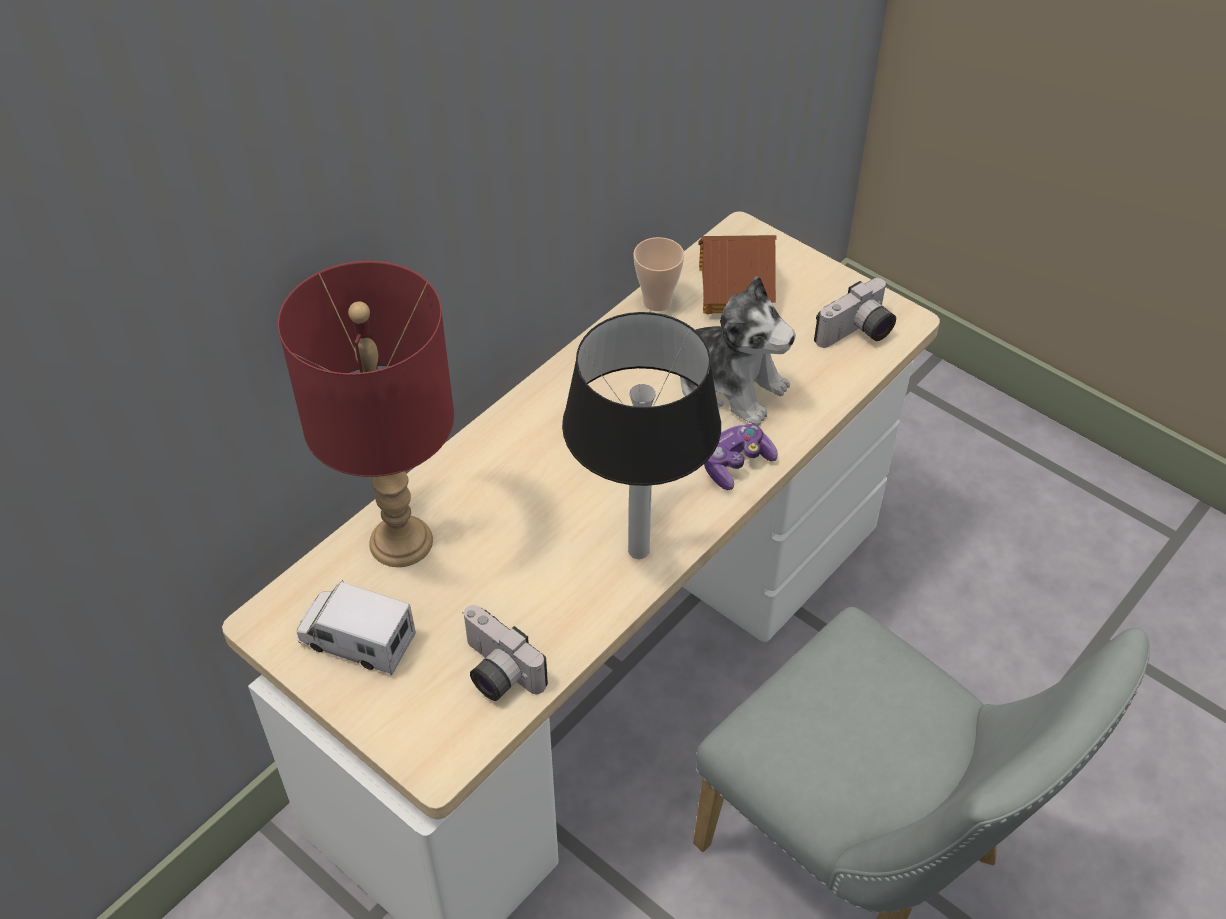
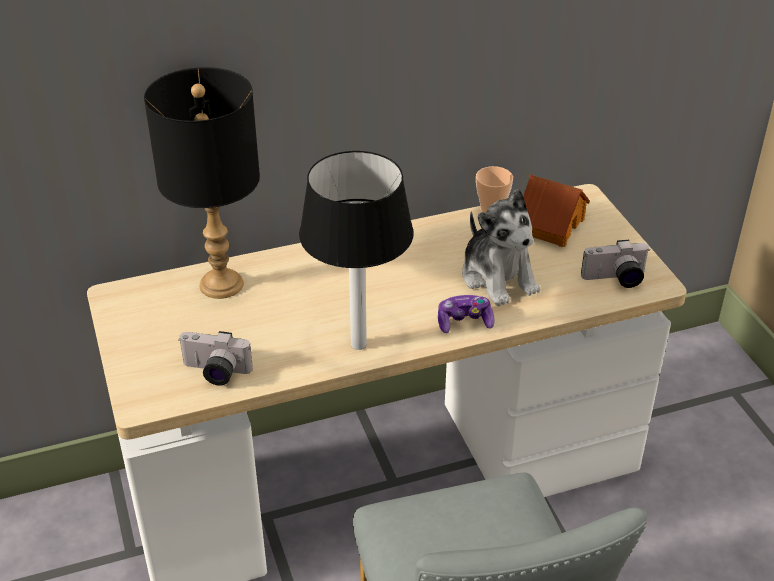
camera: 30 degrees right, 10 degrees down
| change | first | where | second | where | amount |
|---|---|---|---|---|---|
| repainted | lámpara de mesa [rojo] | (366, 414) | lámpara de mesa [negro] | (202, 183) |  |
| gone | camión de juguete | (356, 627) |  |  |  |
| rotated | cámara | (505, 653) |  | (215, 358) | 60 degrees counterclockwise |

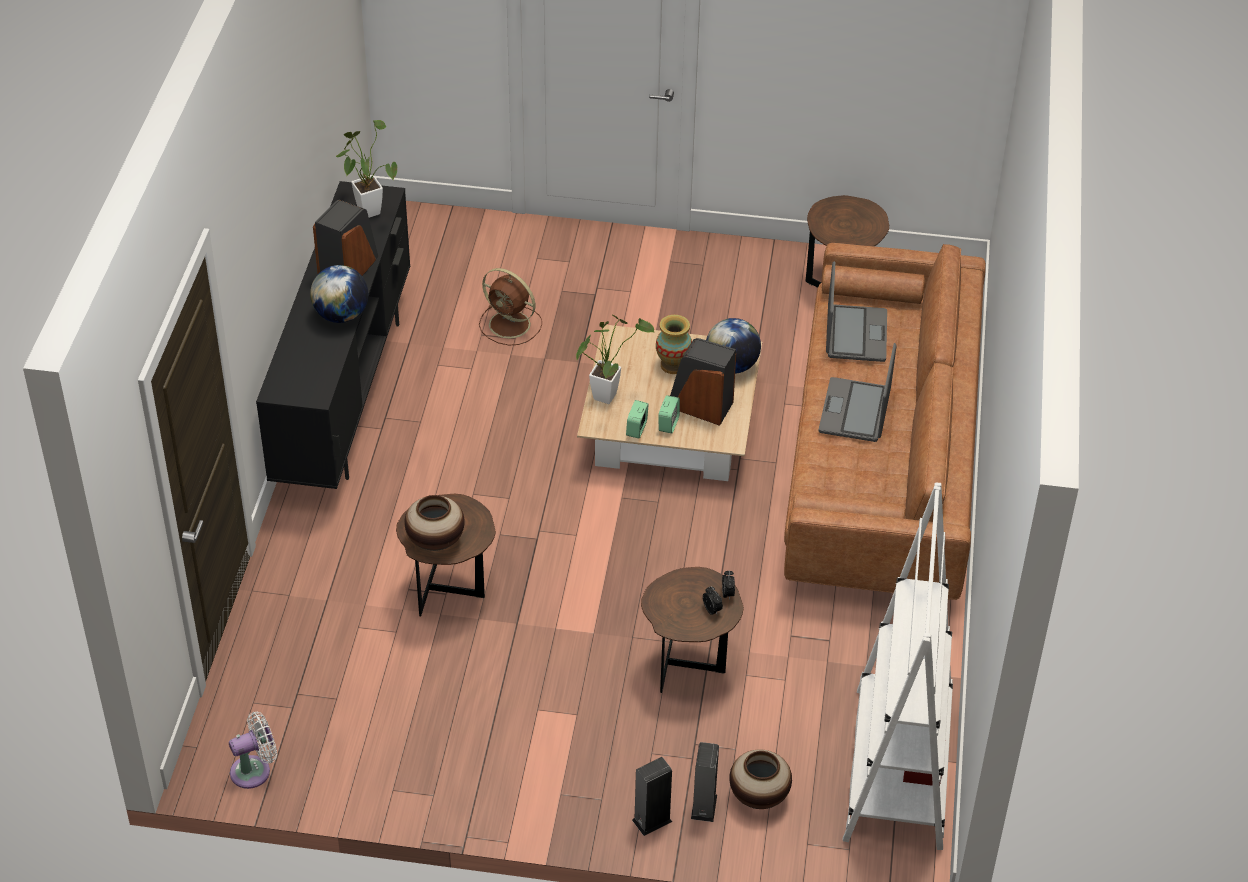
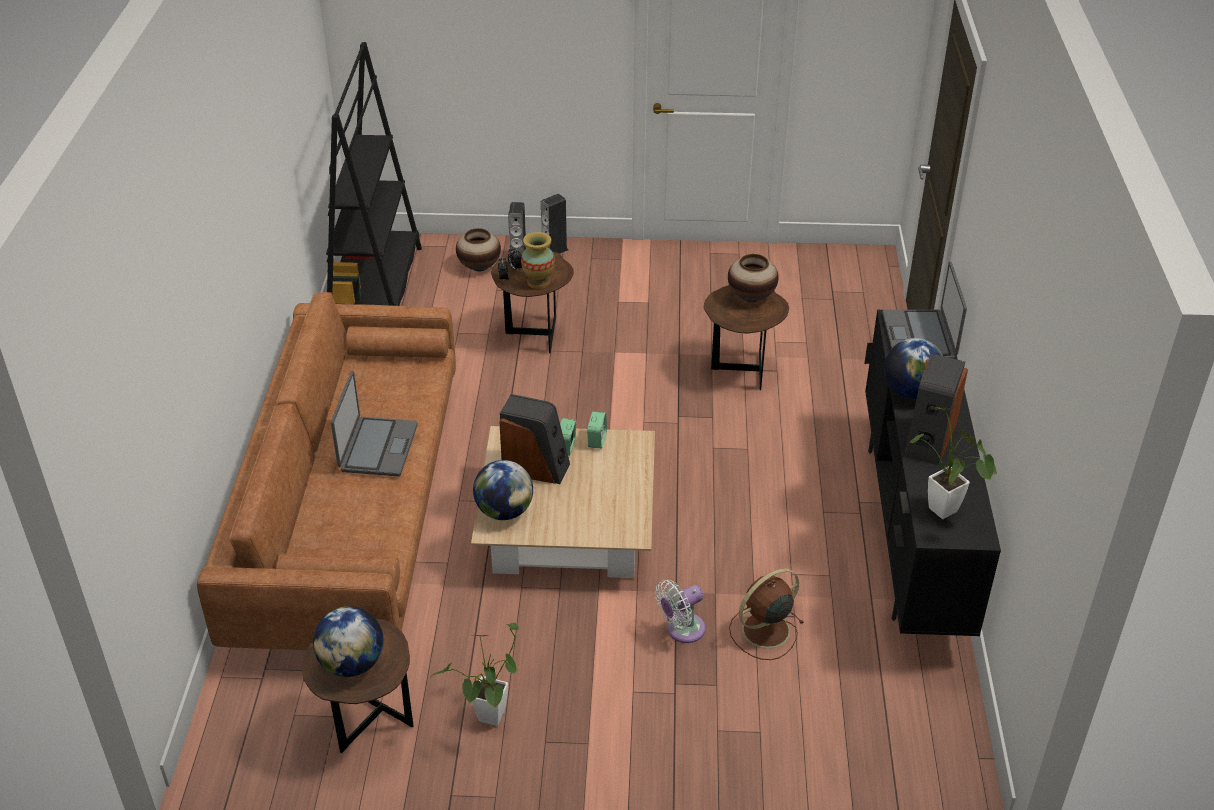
camera: 175 degrees right, 5 degrees down
| change | first | where | second | where | amount |
|---|---|---|---|---|---|
| shifted | portátil | (856, 311) |  | (924, 310) |  |
| rotated | ventilador [marrón] | (510, 307) |  | (766, 614) | 60 degrees counterclockwise |
| shifted | planta en maceta | (615, 359) |  | (474, 674) |  |
| shifted | florero | (674, 344) |  | (538, 260) |  |
| repainted | estantería [blanco] | (897, 666) | estantería [negro] | (374, 174) |  |
| shifted | ventilador [blanco] | (253, 750) |  | (680, 611) |  |
| new |  |  | globo terráqueo | (348, 641) |  |

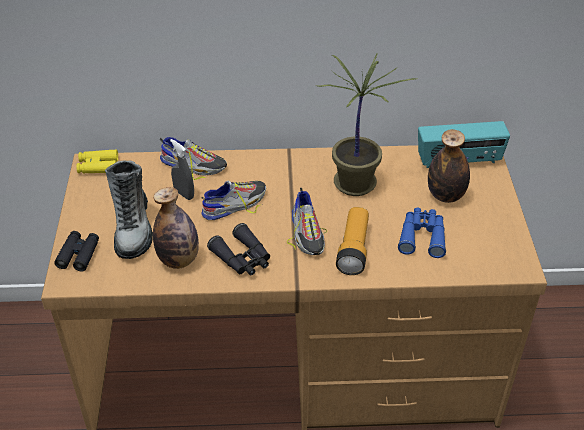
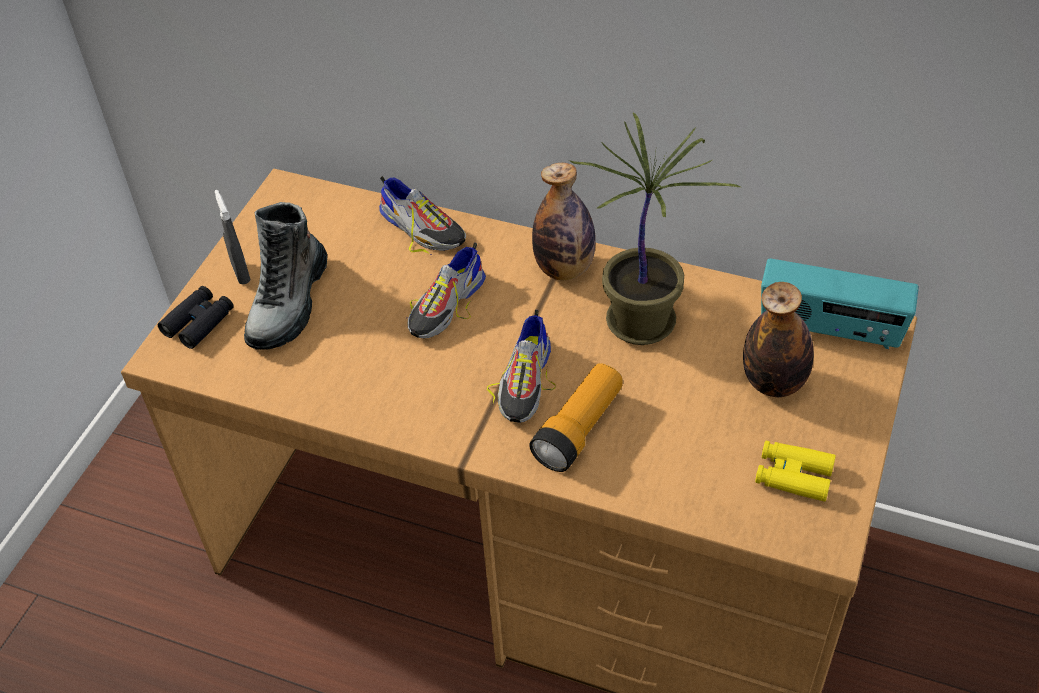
camera: 25 degrees right, 5 degrees up
| change | first | where | second | where | amount |
|---|---|---|---|---|---|
| shifted | pulverizador [gris] | (182, 169) |  | (233, 237) |  |
| shifted | prismáticos [amarillo] | (97, 161) |  | (795, 471) |  |
| rotated | zapato | (233, 200) |  | (447, 290) | 135 degrees clockwise |
| shifted | botella | (176, 228) |  | (564, 222) |  |
| gone | prismáticos [azul] | (422, 233) |  |  |  |
| gone | prismáticos [negro] | (238, 249) |  |  |  |

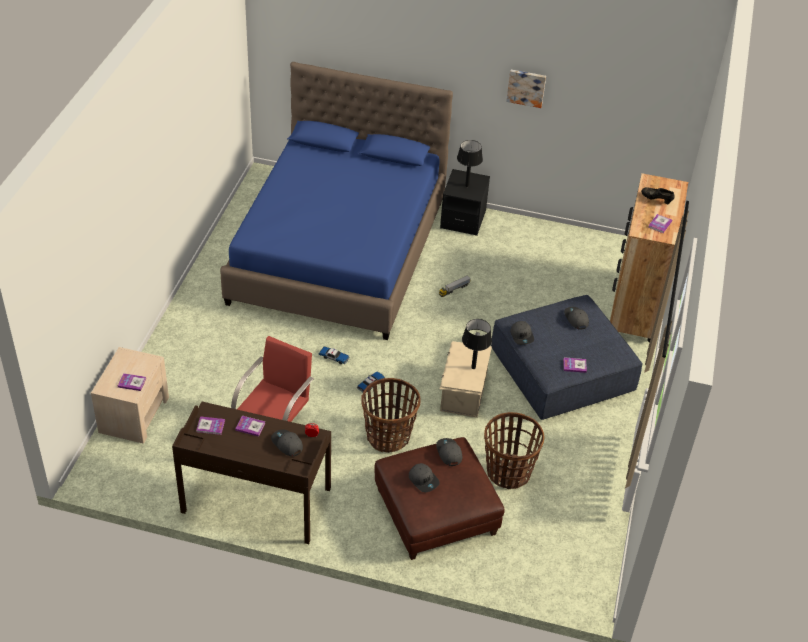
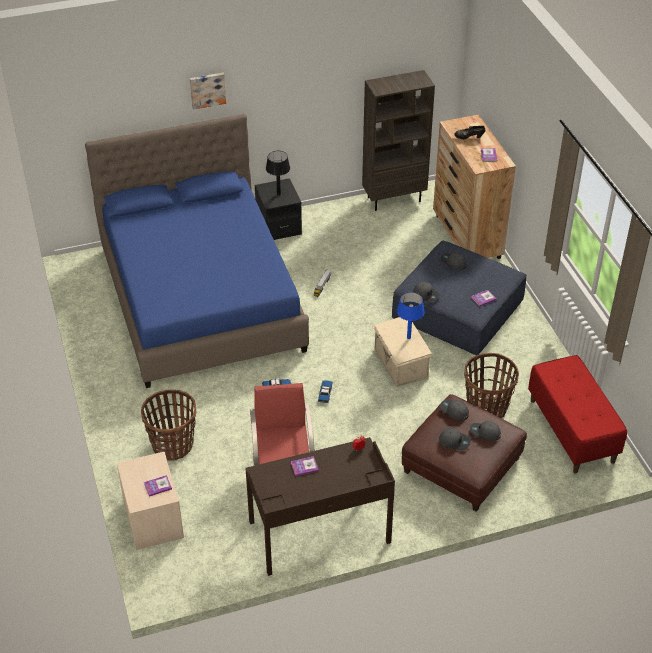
camera: 30 degrees left, 0 degrees up
| change | first | where | second | where | amount |
|---|---|---|---|---|---|
| shifted | cuadro | (526, 89) |  | (208, 91) |  |
| repainted | lámpara de mesa [negro] | (477, 344) | lámpara de mesa [azul] | (411, 315) |  |
| shifted | cesta | (391, 415) |  | (168, 425) |  |
| gone | libro | (210, 425) |  |  |  |
| shifted | gorra [gris] | (287, 442) |  | (485, 431) |  |
| new |  |  | estantería [marrón] | (398, 140) |  |
| new |  |  | banco [rojo] | (577, 414) |  |

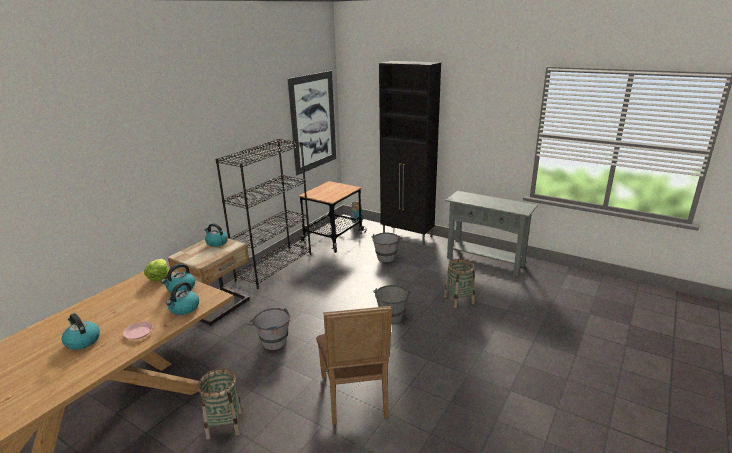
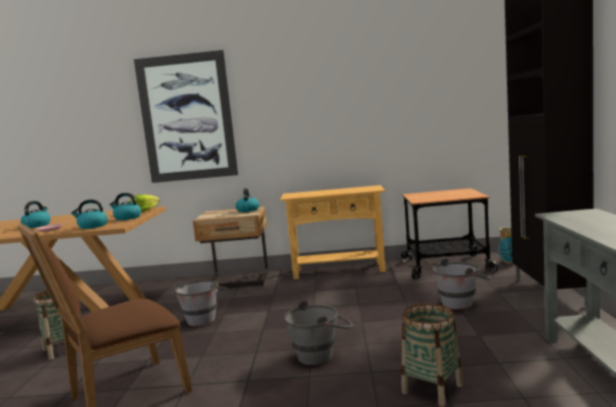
camera: 60 degrees right, 15 degrees down
| change | first | where | second | where | amount |
|---|---|---|---|---|---|
| shifted | cuadro | (312, 123) |  | (186, 116) |  |
| swapped | estantería [negro] | (263, 214) | mesa consola [beis] | (333, 232) |  |

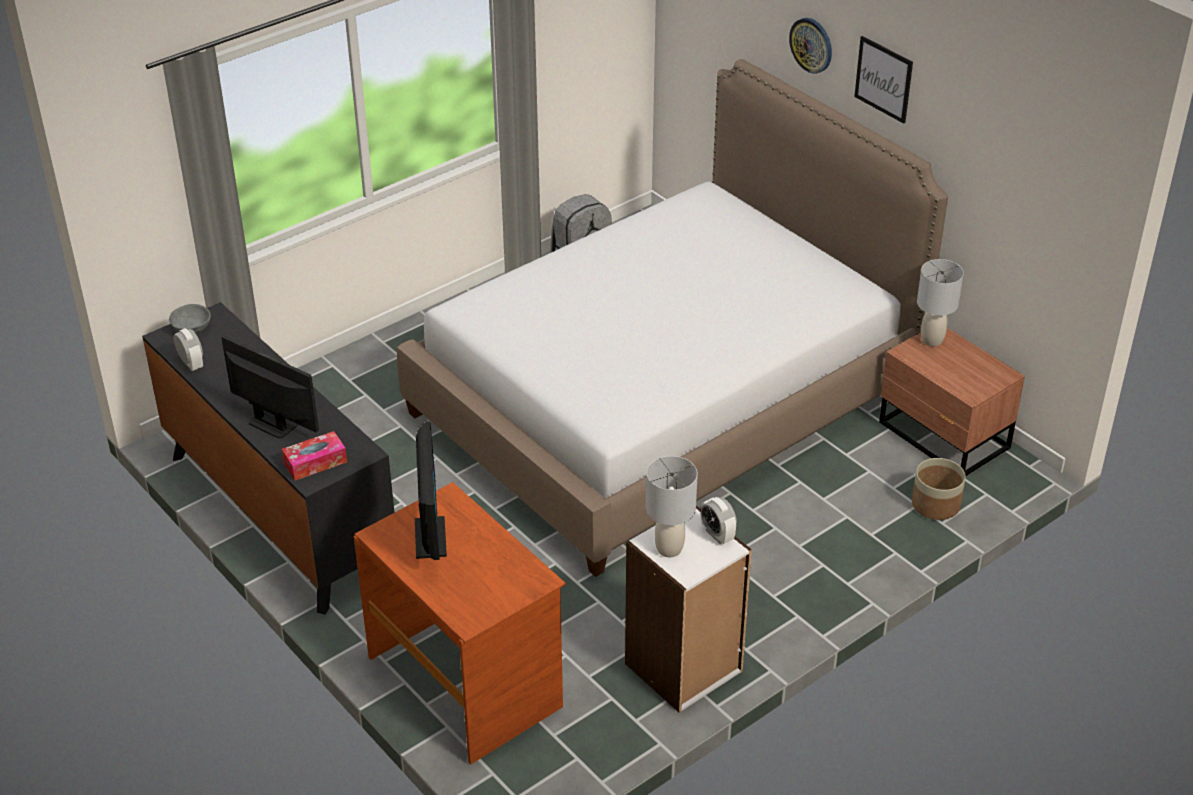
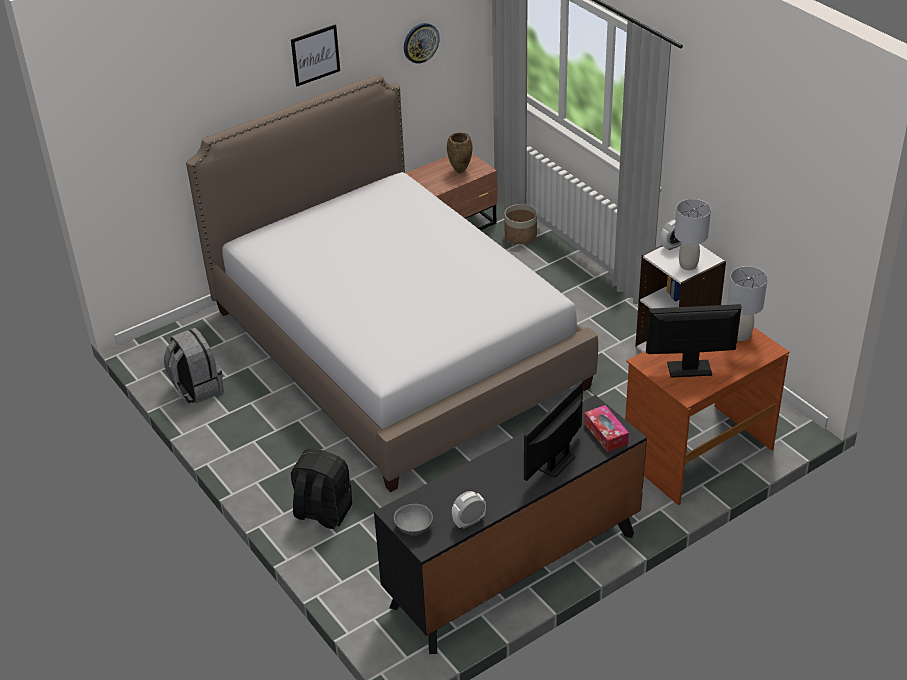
camera: 85 degrees left, 0 degrees up
| change | first | where | second | where | amount |
|---|---|---|---|---|---|
| shifted | reloj de pared | (810, 45) |  | (422, 43) |  |
| shifted | lámpara de mesa [gris] | (940, 302) |  | (747, 303) |  |
| new |  |  | florero [marrón] | (460, 153) |  |
| new |  |  | mochila [negro] | (321, 489) |  |

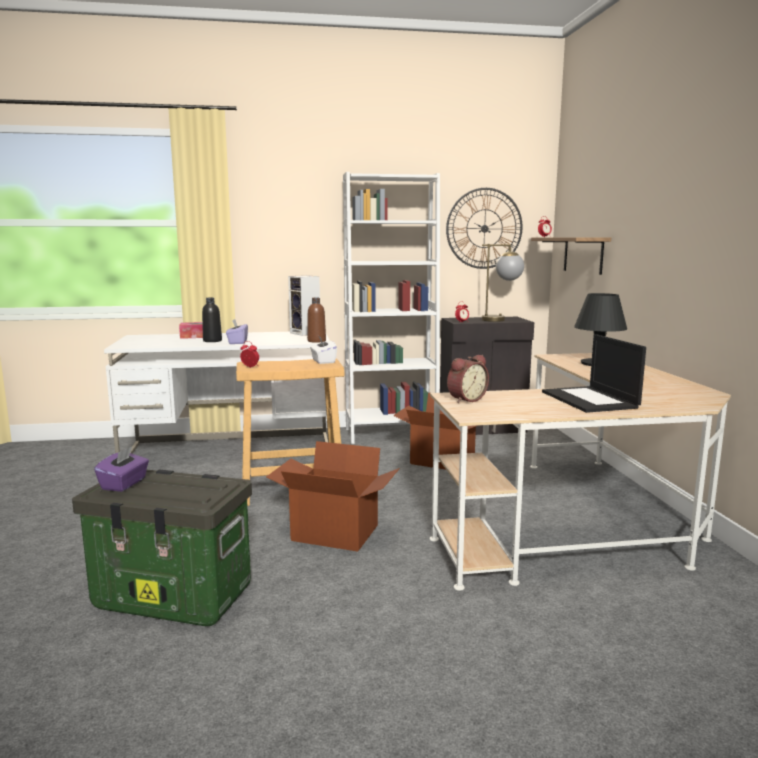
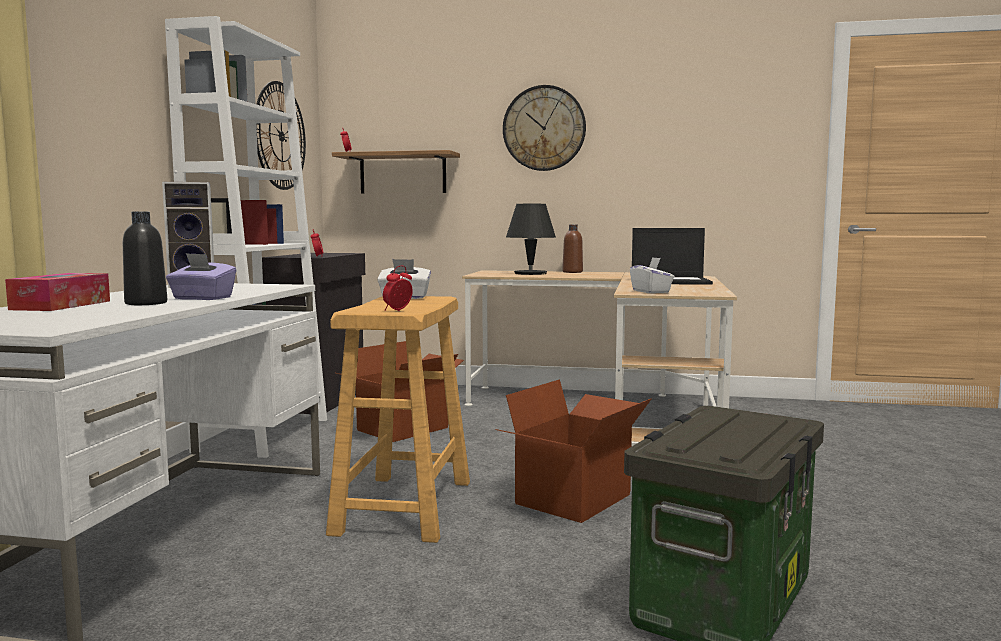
camera: 70 degrees left, 5 degrees down
| change | first | where | second | where | amount |
|---|---|---|---|---|---|
| gone | lámpara de mesa | (503, 283) |  |  |  |
| shifted | botella [marrón] | (316, 320) |  | (572, 248) |  |
| swapped | despertador | (468, 379) | caja de pañuelos [blanco] | (652, 275) |  |
| gone | caja de pañuelos [morado] | (121, 469) |  |  |  |
| new |  |  | reloj de pared | (544, 128) |  |

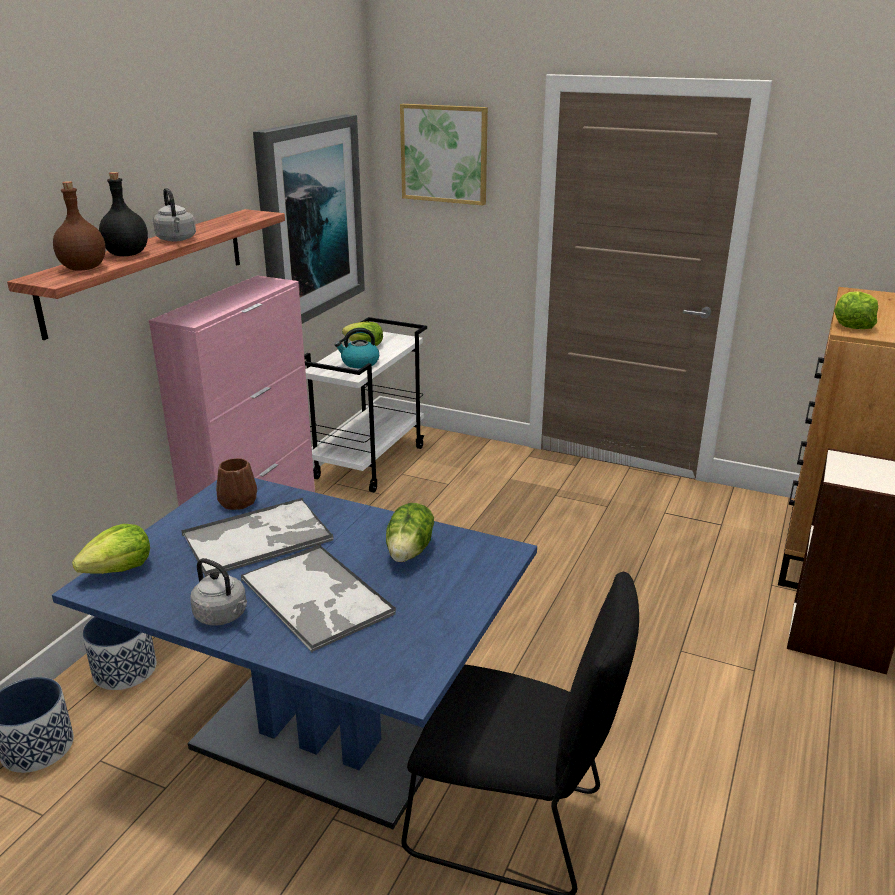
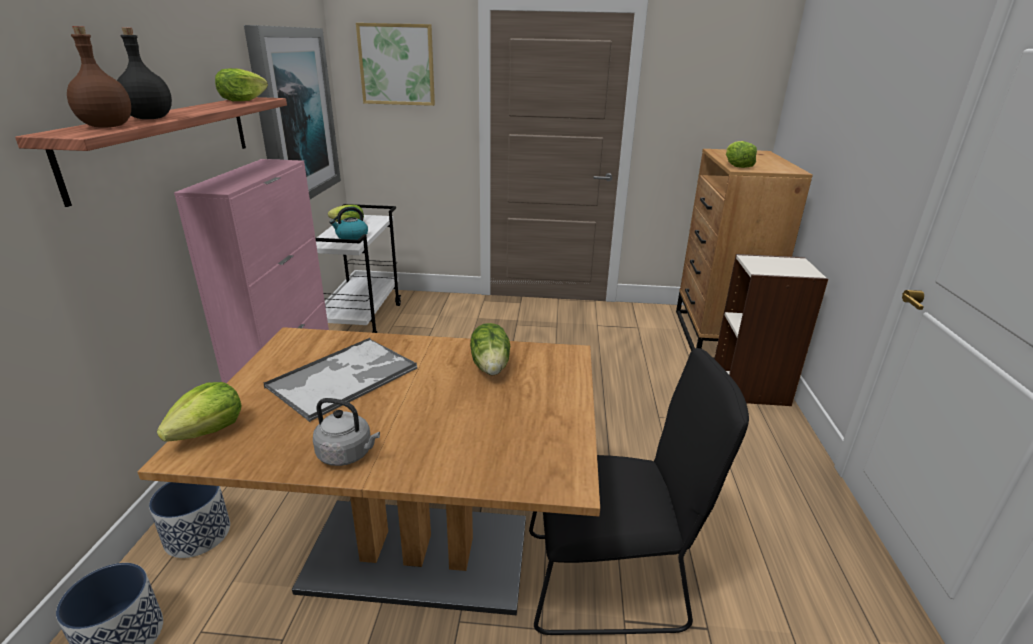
camera: 20 degrees left, 0 degrees up
| change | first | where | second | where | amount |
|---|---|---|---|---|---|
| gone | hervidor [gris] | (174, 214) |  |  |  |
| gone | florero [marrón] | (236, 484) |  |  |  |
| repainted | mesa de comedor [azul] | (294, 653) | mesa de comedor [marrón] | (369, 471) |  |
| gone | bandeja | (318, 598) |  |  |  |
| new |  |  | lechuga | (241, 84) |  |

